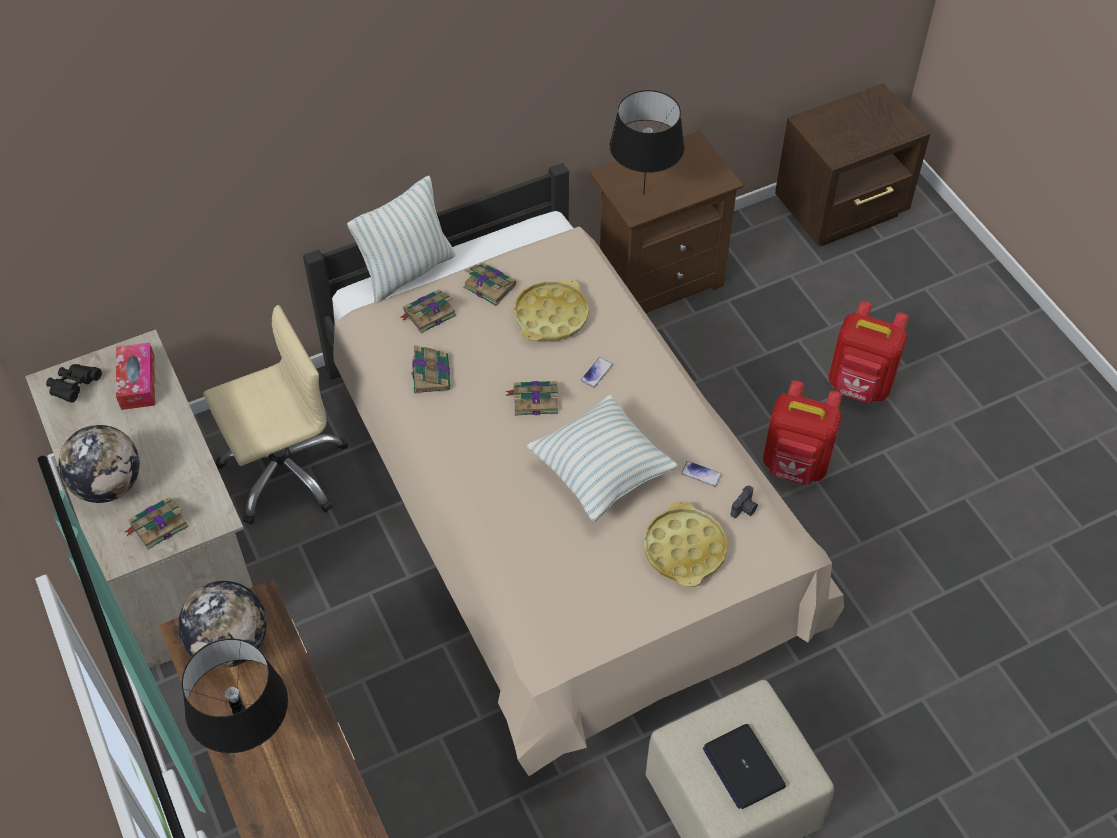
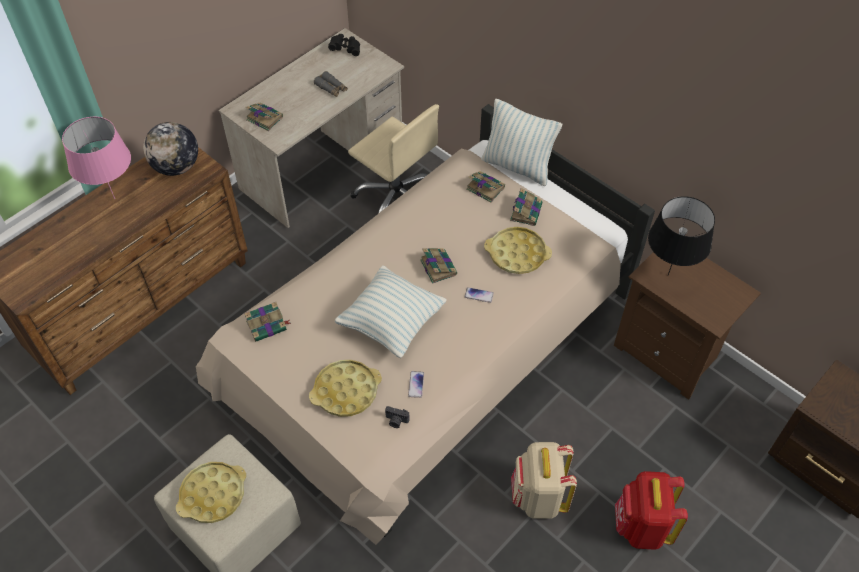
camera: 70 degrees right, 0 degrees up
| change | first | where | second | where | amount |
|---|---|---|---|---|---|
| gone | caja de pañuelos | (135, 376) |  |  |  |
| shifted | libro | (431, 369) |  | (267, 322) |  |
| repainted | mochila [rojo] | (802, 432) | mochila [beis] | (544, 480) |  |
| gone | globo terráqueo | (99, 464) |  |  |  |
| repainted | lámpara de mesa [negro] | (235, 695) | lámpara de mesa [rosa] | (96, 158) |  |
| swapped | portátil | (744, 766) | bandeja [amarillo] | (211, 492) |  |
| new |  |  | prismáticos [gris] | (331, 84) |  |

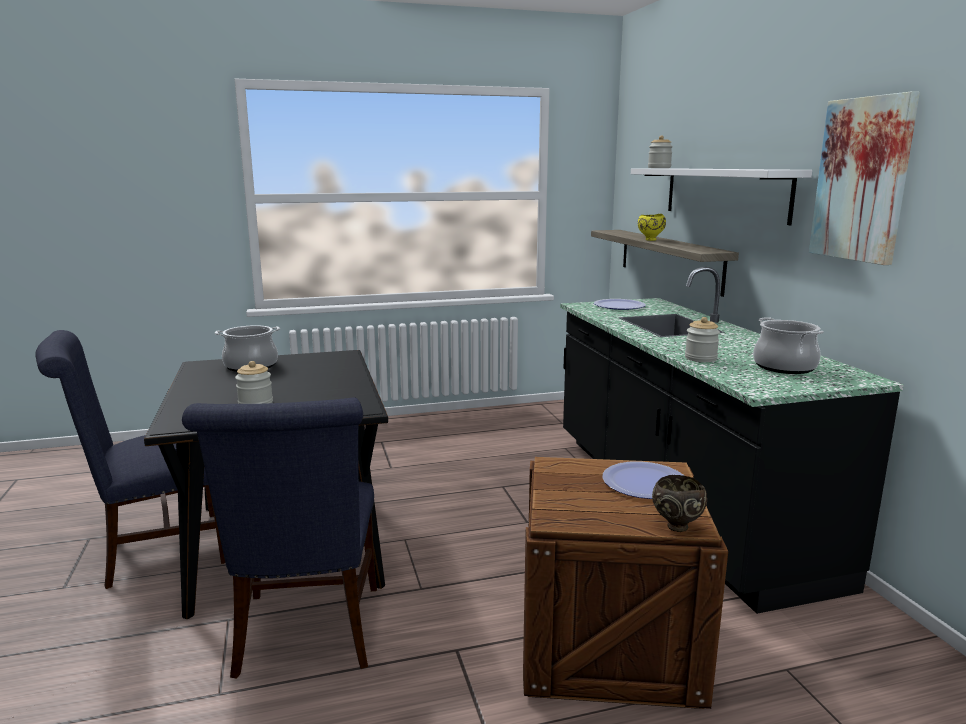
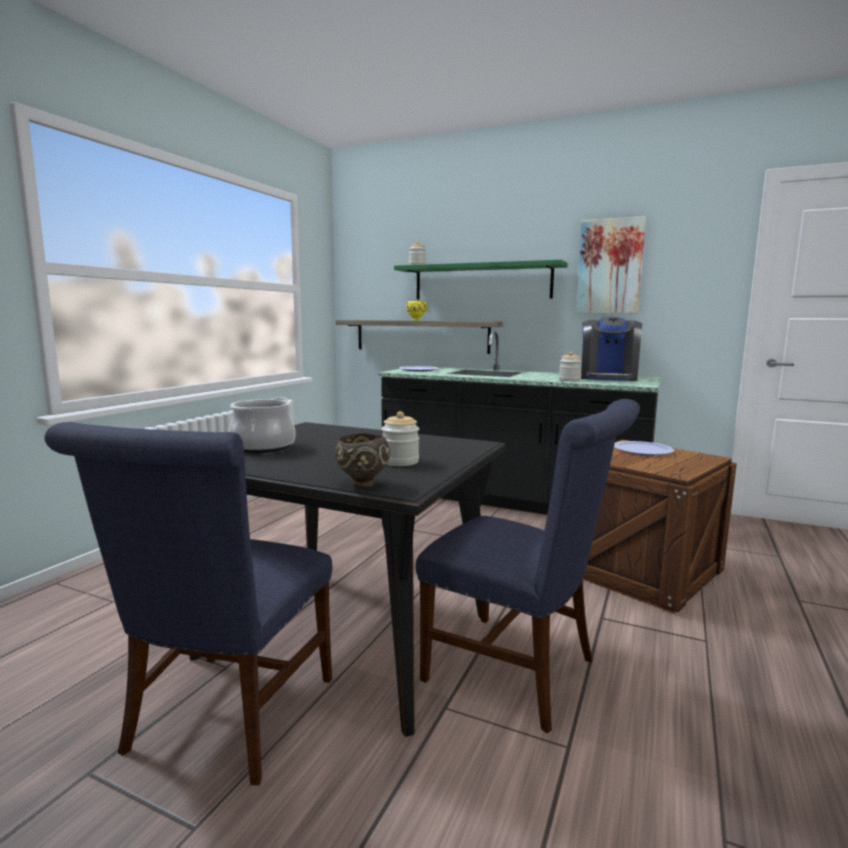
camera: 50 degrees left, 5 degrees down
| change | first | where | second | where | amount |
|---|---|---|---|---|---|
| repainted | estante [blanco] | (721, 196) | estante [verde] | (481, 279) |  |
| swapped | olla | (788, 345) | cafetera | (611, 348) |  |
| shifted | cuenco [marrón] | (679, 503) |  | (362, 460) |  |

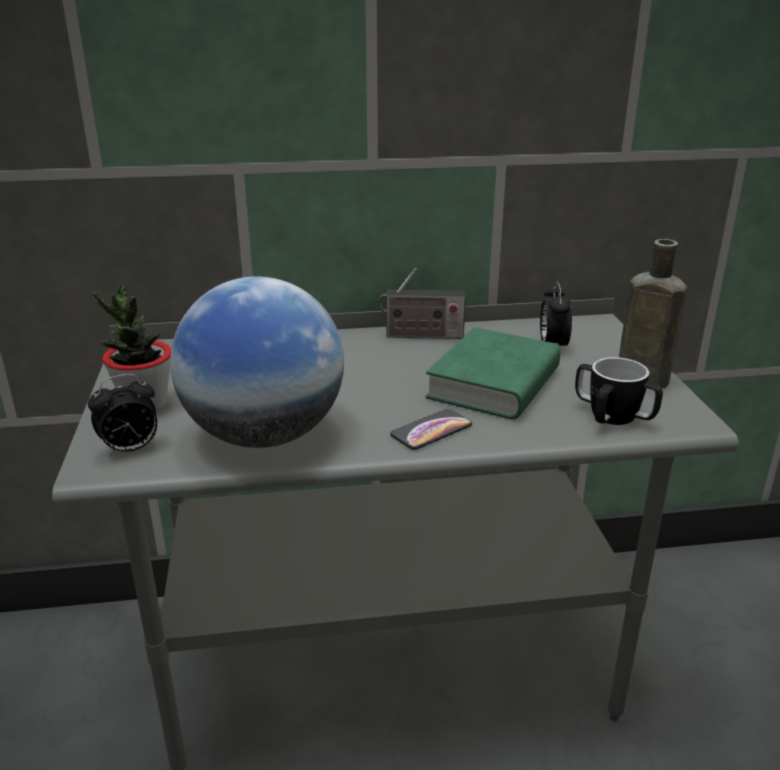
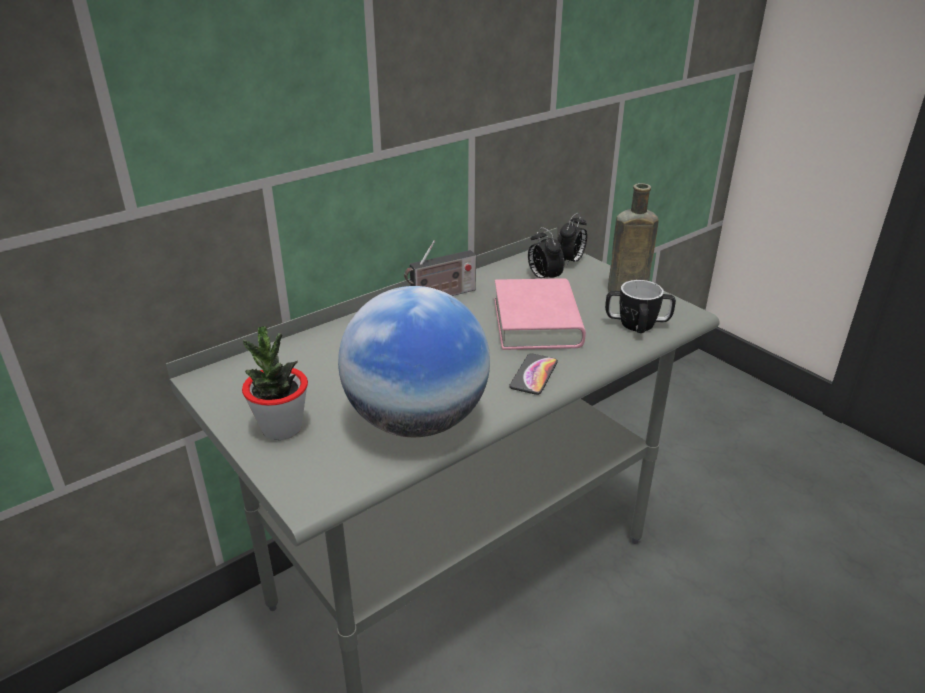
camera: 30 degrees left, 5 degrees up
| change | first | where | second | where | amount |
|---|---|---|---|---|---|
| repainted | libro [verde] | (493, 373) | libro [rosa] | (540, 314) |  |
| shifted | despertador | (122, 415) |  | (572, 240) |  |

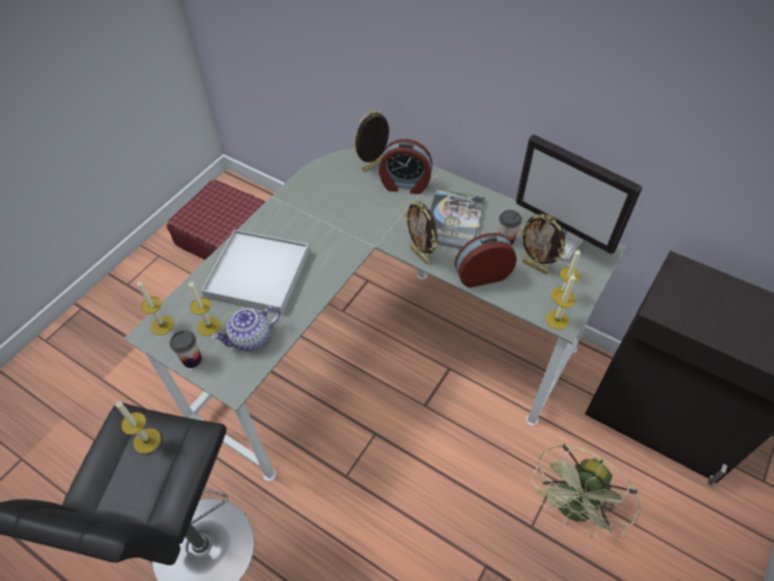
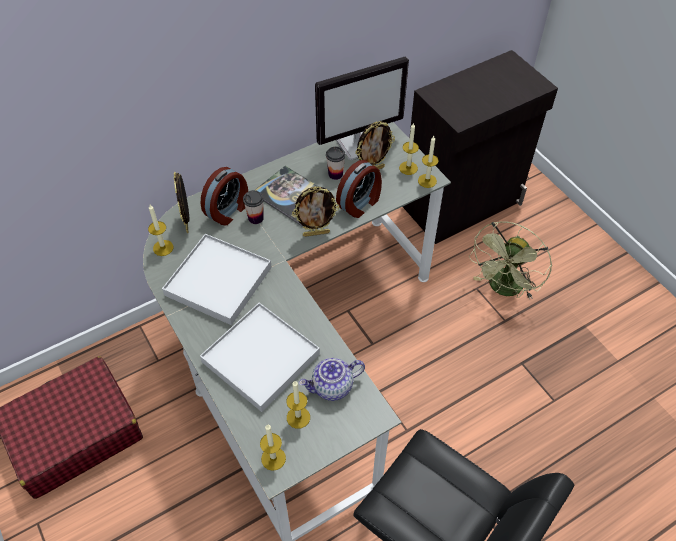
camera: 65 degrees left, 0 degrees up
| change | first | where | second | where | amount |
|---|---|---|---|---|---|
| rotated | despertador | (486, 260) |  | (359, 189) | 150 degrees counterclockwise |
| rotated | tetera | (245, 328) |  | (332, 379) | 75 degrees clockwise |
| shifted | taza | (186, 349) |  | (253, 207) |  |
| shifted | vela | (138, 427) |  | (160, 230) |  |
| rotated | ventilador [verde] | (586, 492) |  | (510, 260) | 60 degrees clockwise |
| new |  |  | bandeja [blanco] | (217, 279) |  |

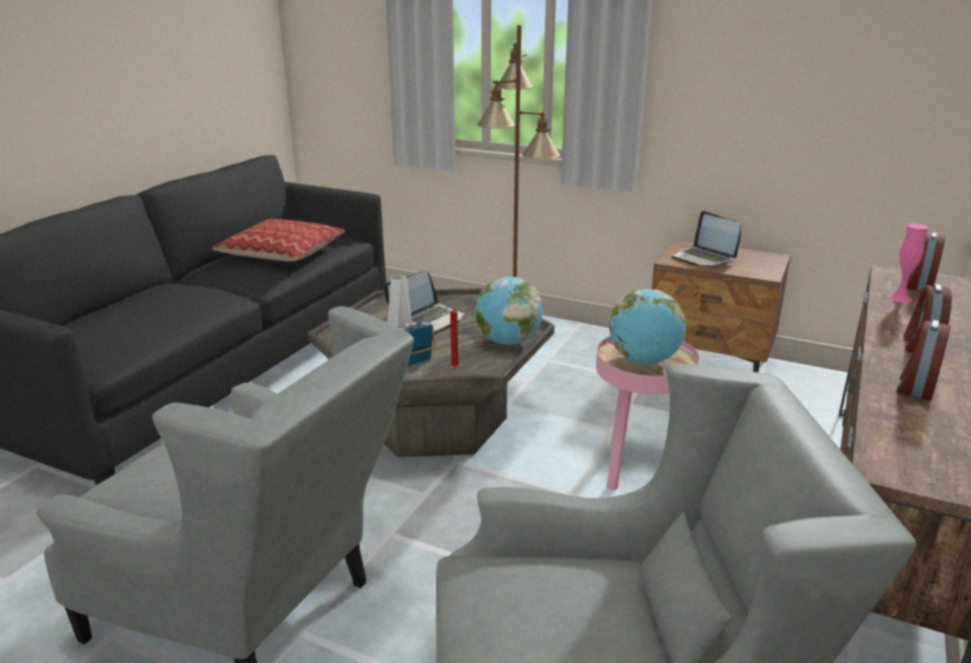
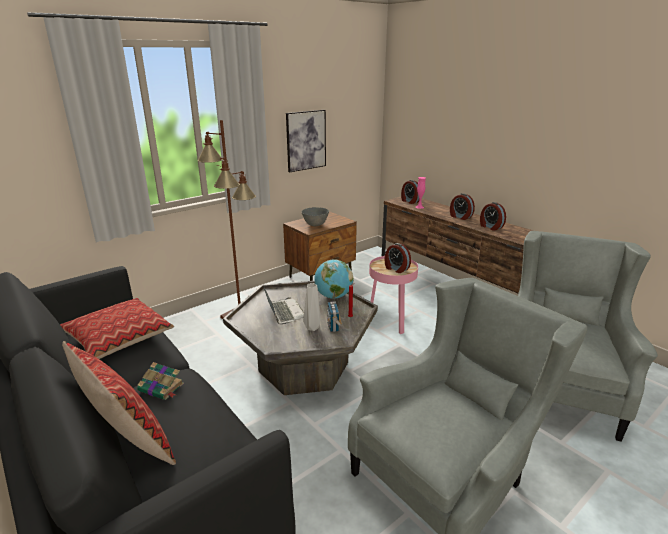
camera: 65 degrees left, 0 degrees up
| change | first | where | second | where | amount |
|---|---|---|---|---|---|
| swapped | portátil | (706, 238) | cuenco [gris] | (315, 216) |  |
| swapped | globo terráqueo | (647, 326) | despertador | (398, 258) |  |
| new |  |  | cuadro | (306, 141) |  |
| new |  |  | cojín | (119, 403) |  |
| new |  |  | libro | (160, 381) |  |

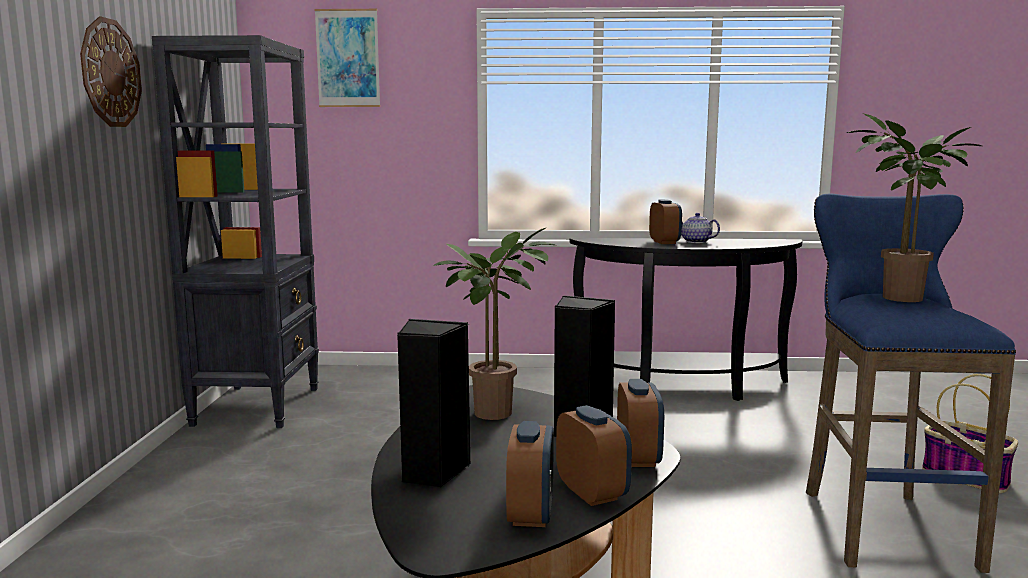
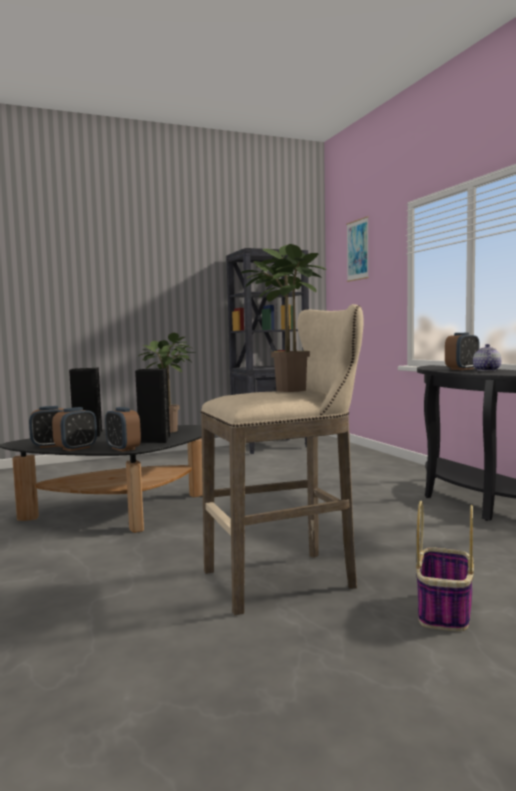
camera: 65 degrees right, 5 degrees down
| change | first | where | second | where | amount |
|---|---|---|---|---|---|
| gone | reloj de pared | (111, 71) |  |  |  |
| repainted | taburete [azul] | (911, 383) | taburete [beis] | (282, 459) |  |
| rotated | despertador | (640, 423) |  | (123, 429) | 75 degrees clockwise |

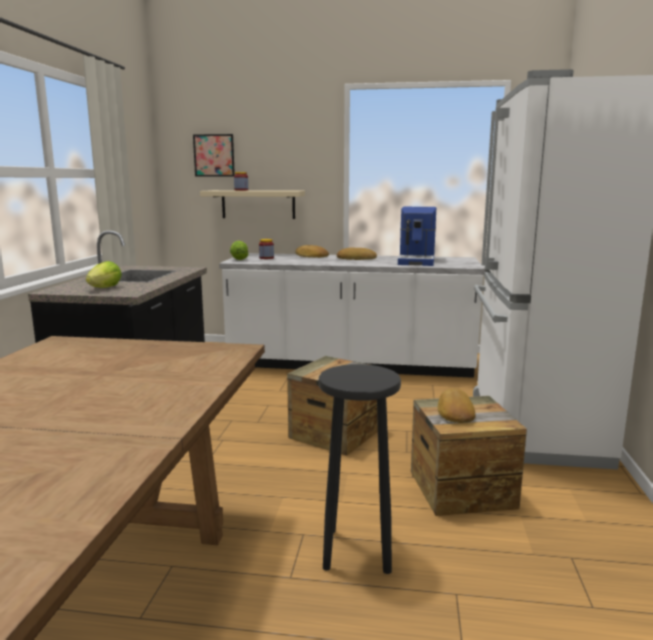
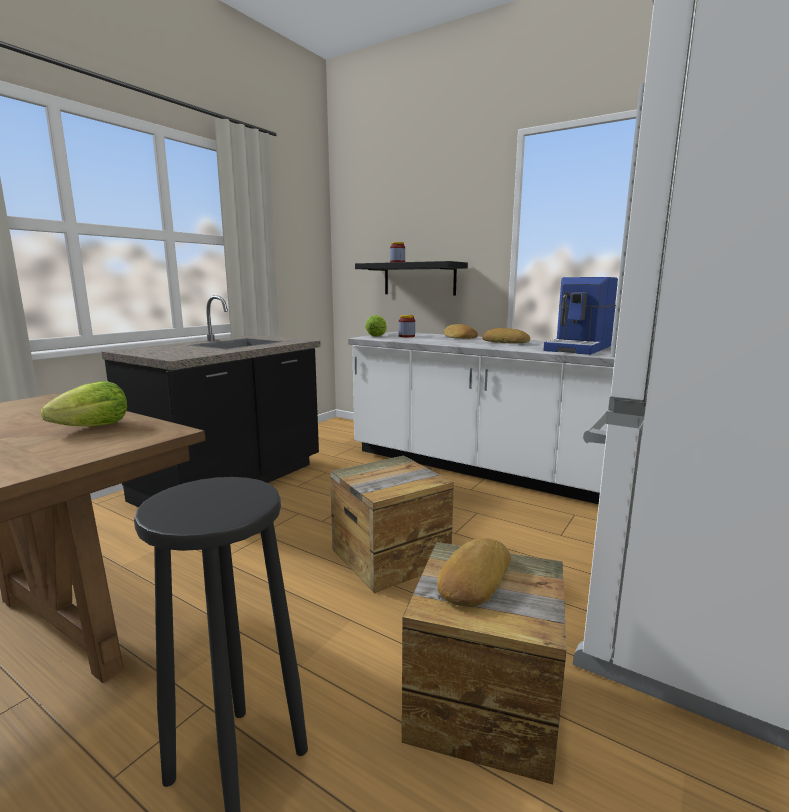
camera: 25 degrees right, 0 degrees up
| change | first | where | second | where | amount |
|---|---|---|---|---|---|
| gone | cuadro | (214, 155) |  |  |  |
| repainted | estante [beis] | (252, 204) | estante [negro] | (411, 278) |  |
| shifted | lechuga | (104, 274) |  | (84, 403) |  |

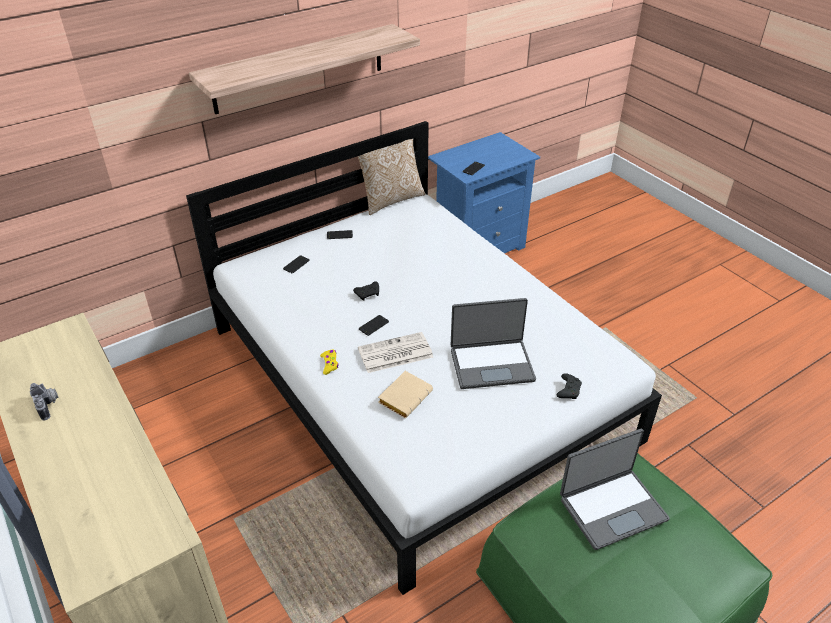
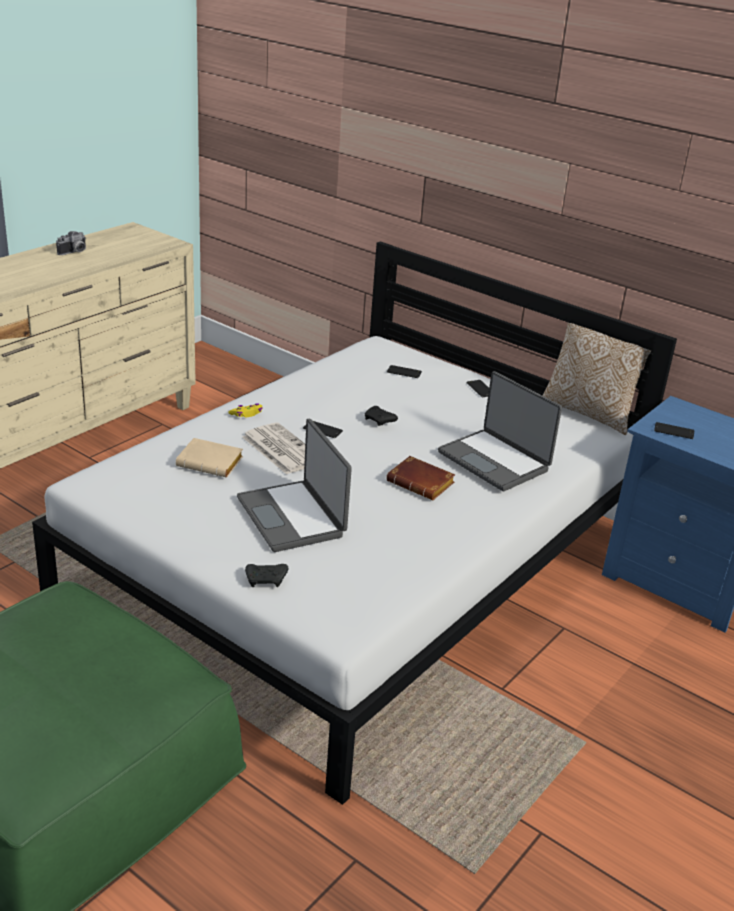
camera: 70 degrees right, 10 degrees down
| change | first | where | second | where | amount |
|---|---|---|---|---|---|
| gone | estante | (304, 69) |  |  |  |
| shifted | portátil | (615, 489) |  | (500, 431) |  |
| new |  |  | libro [marrón] | (420, 478) |  |

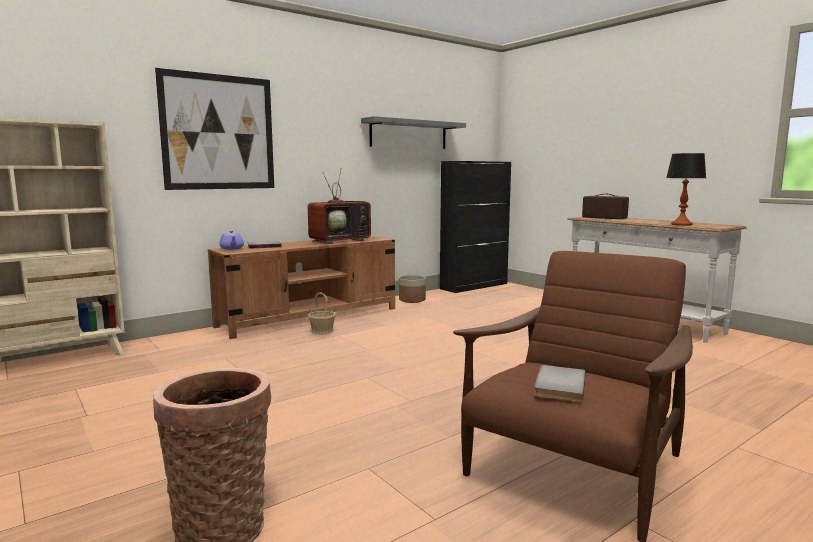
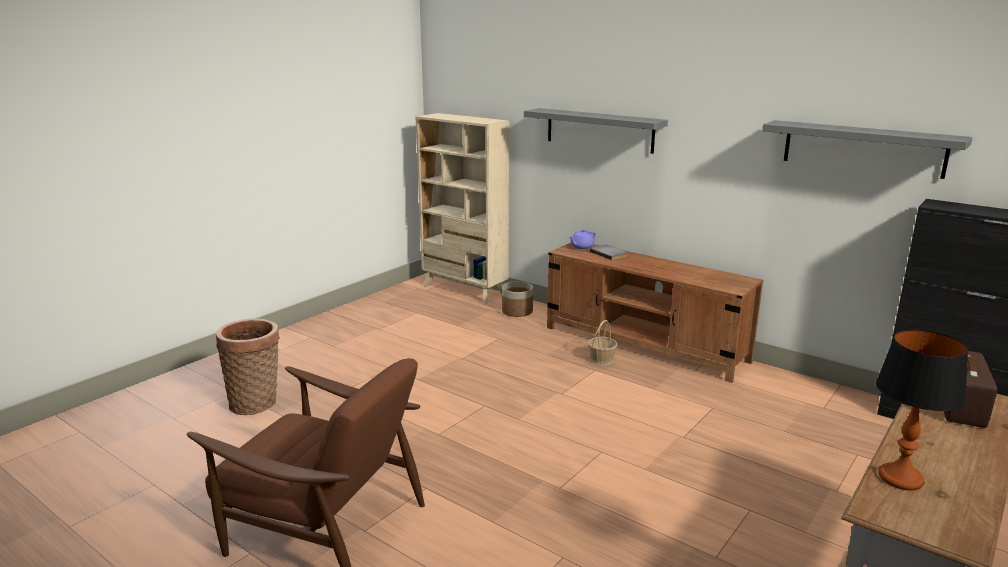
camera: 75 degrees right, 10 degrees up
| change | first | where | second | where | amount |
|---|---|---|---|---|---|
| swapped | cuadro | (214, 129) | estante [gris] | (596, 131) |  |
| gone | televisor | (339, 207) |  |  |  |
| shifted | maceta | (412, 289) |  | (517, 299) |  |
| gone | libro [gris] | (559, 383) |  |  |  |

